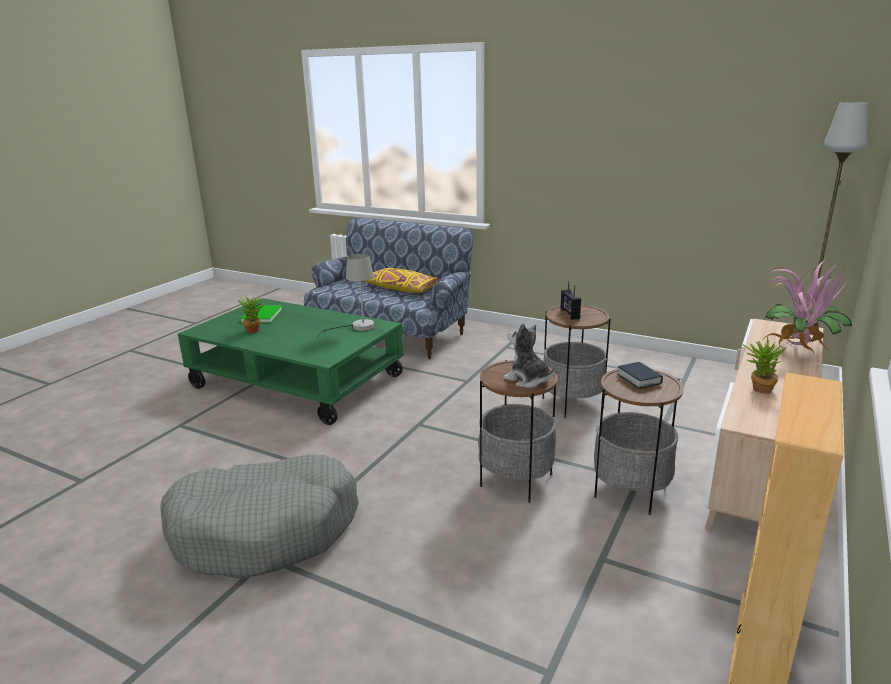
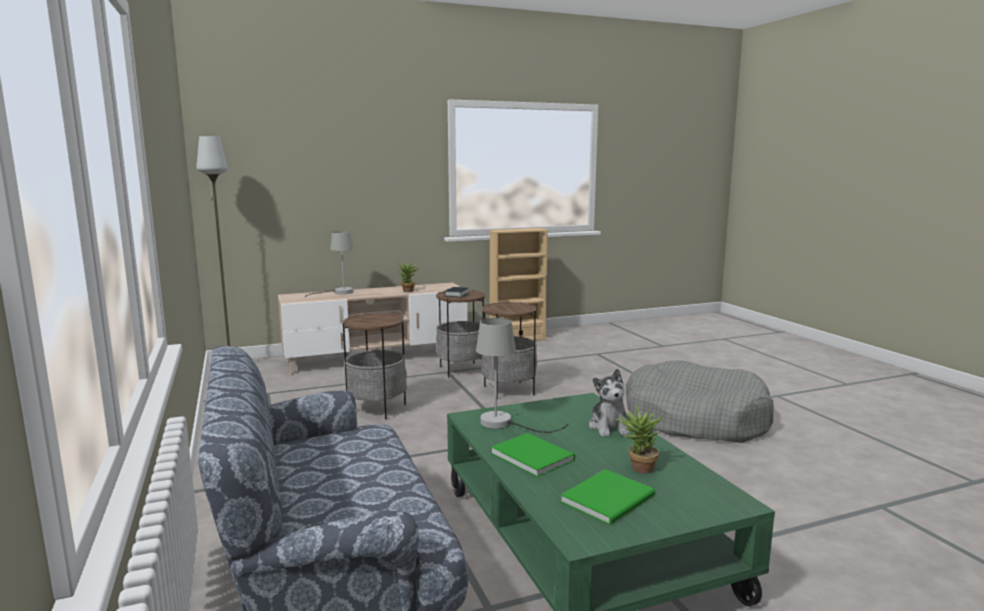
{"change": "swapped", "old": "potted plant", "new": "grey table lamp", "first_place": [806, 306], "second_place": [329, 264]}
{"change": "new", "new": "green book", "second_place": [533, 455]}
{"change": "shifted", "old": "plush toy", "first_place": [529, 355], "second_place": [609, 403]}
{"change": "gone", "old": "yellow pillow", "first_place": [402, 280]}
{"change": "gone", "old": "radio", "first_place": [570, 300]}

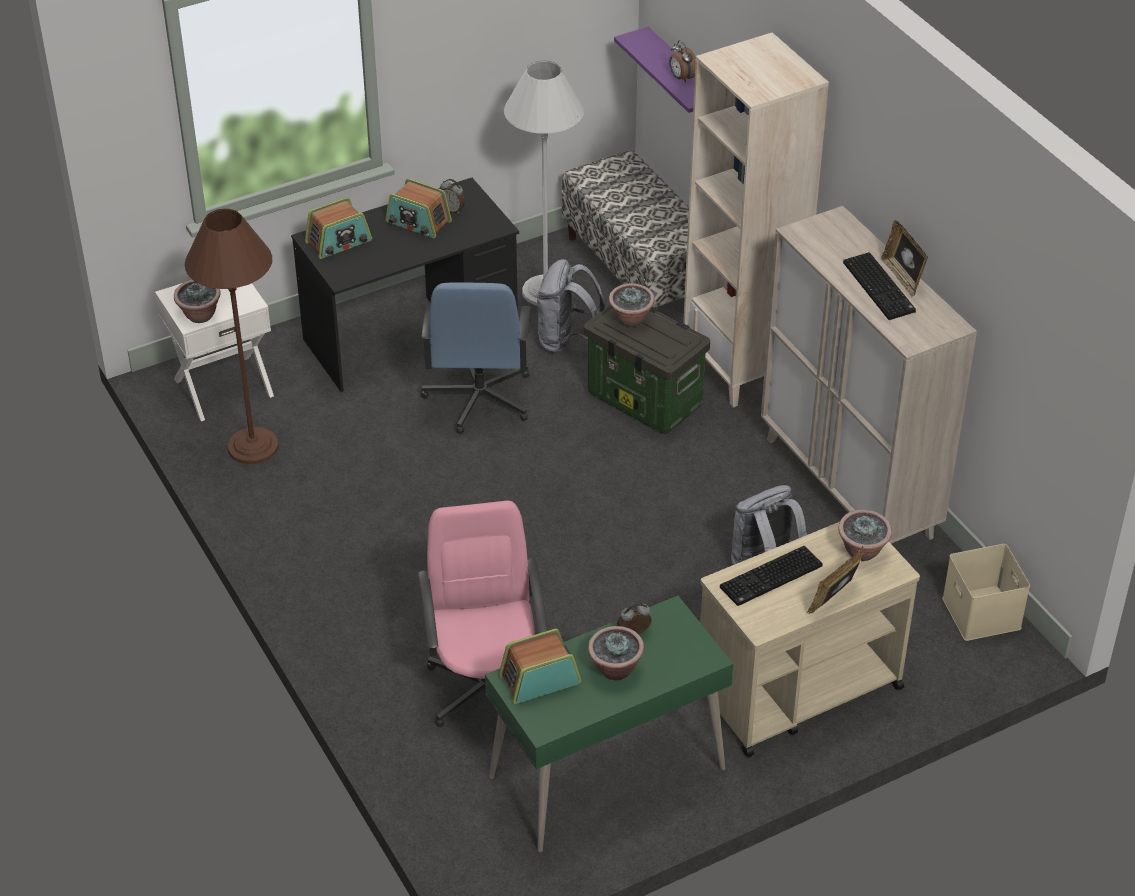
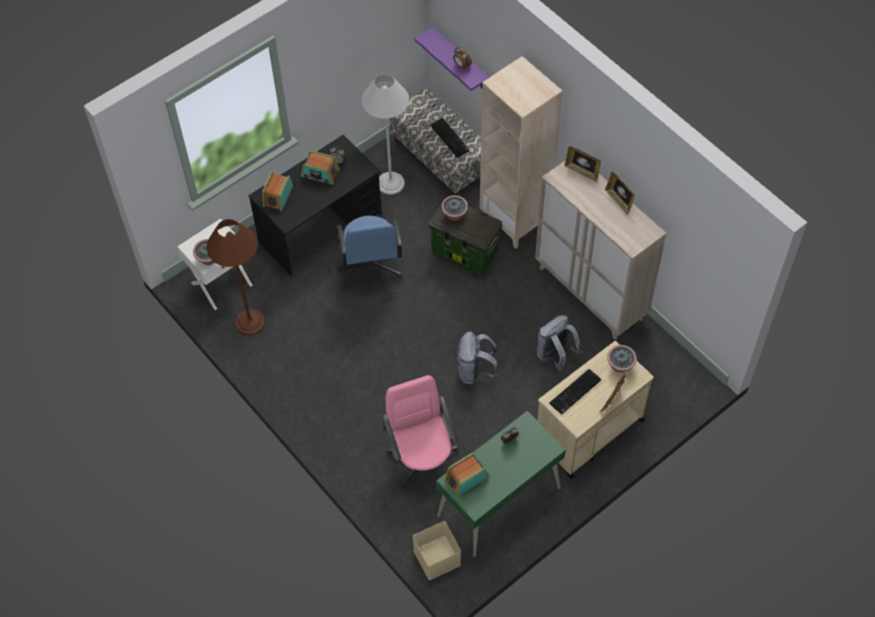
{"change": "rotated", "old": "radio", "first_place": [338, 228], "second_place": [277, 191], "degrees": 150}
{"change": "shifted", "old": "beige storage box", "first_place": [986, 592], "second_place": [437, 550]}
{"change": "shifted", "old": "keyboard", "first_place": [879, 286], "second_place": [450, 138]}
{"change": "shifted", "old": "grey backpack", "first_place": [570, 306], "second_place": [477, 358]}
{"change": "new", "new": "picture frame", "second_place": [583, 164]}
{"change": "gone", "old": "potted plant", "first_place": [616, 653]}

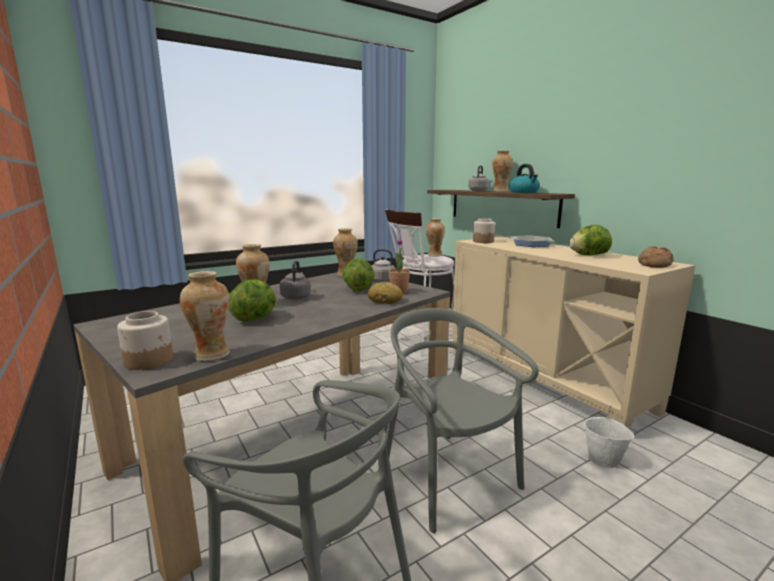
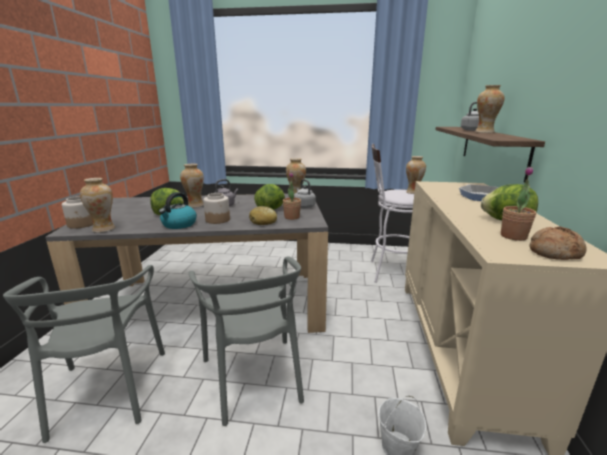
{"change": "shifted", "old": "kettle", "first_place": [524, 178], "second_place": [178, 210]}
{"change": "rotated", "old": "grey chair", "first_place": [463, 420], "second_place": [246, 341], "degrees": 150}
{"change": "shifted", "old": "jar", "first_place": [484, 230], "second_place": [216, 208]}
{"change": "new", "new": "potted plant", "second_place": [518, 203]}

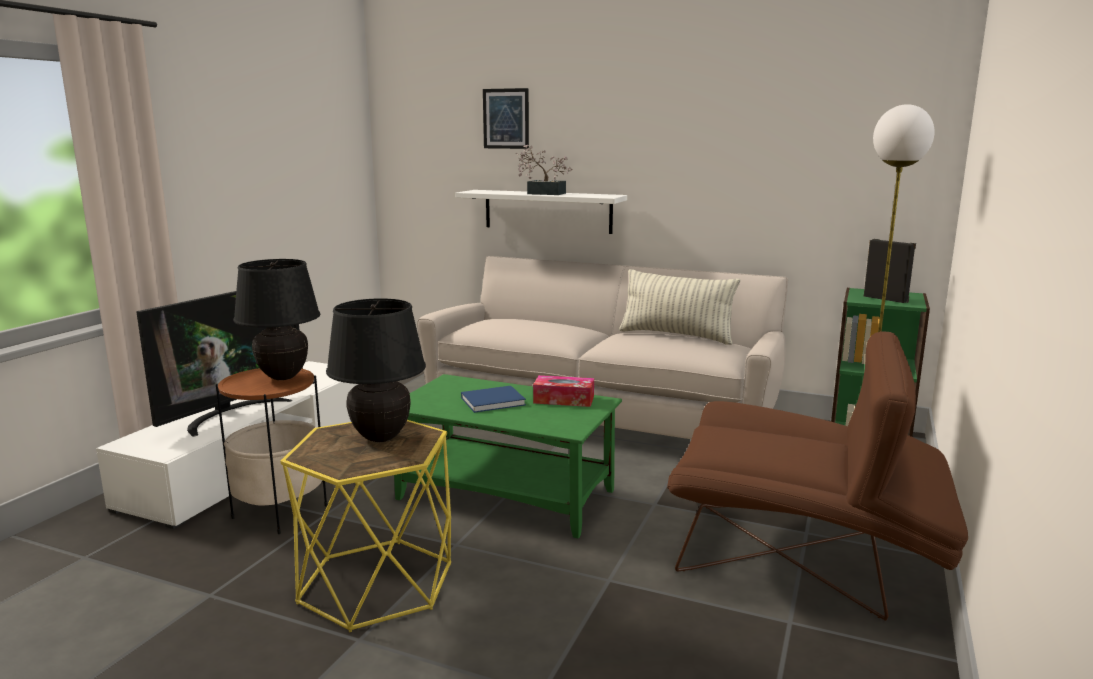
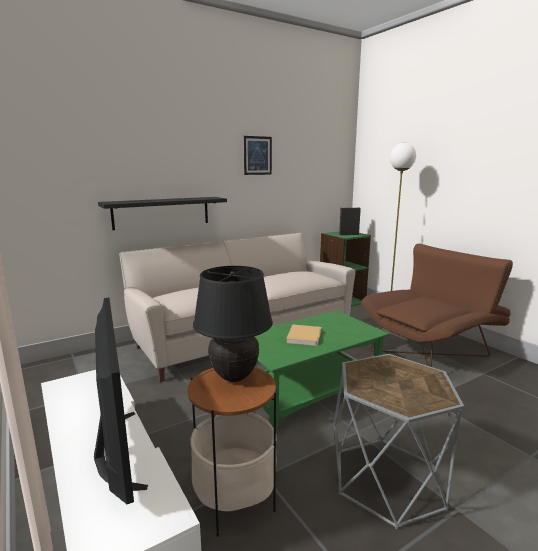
{"change": "repainted", "old": "white shelf", "new": "black shelf", "first_place": [541, 212], "second_place": [162, 213]}
{"change": "shifted", "old": "picture", "first_place": [506, 118], "second_place": [258, 155]}
{"change": "repainted", "old": "blue book", "new": "beige book", "first_place": [493, 399], "second_place": [303, 335]}
{"change": "repainted", "old": "yellow side table", "new": "grey side table", "first_place": [365, 526], "second_place": [399, 441]}
{"change": "gone", "old": "black table lamp", "first_place": [376, 370]}
{"change": "gone", "old": "potted plant", "first_place": [544, 170]}
{"change": "gone", "old": "tissue box", "first_place": [563, 391]}
{"change": "gone", "old": "pillow", "first_place": [679, 307]}

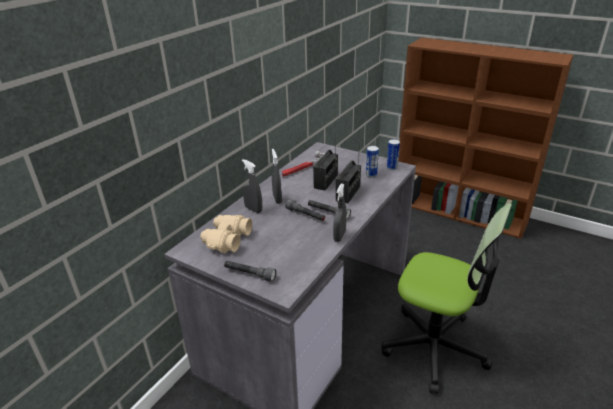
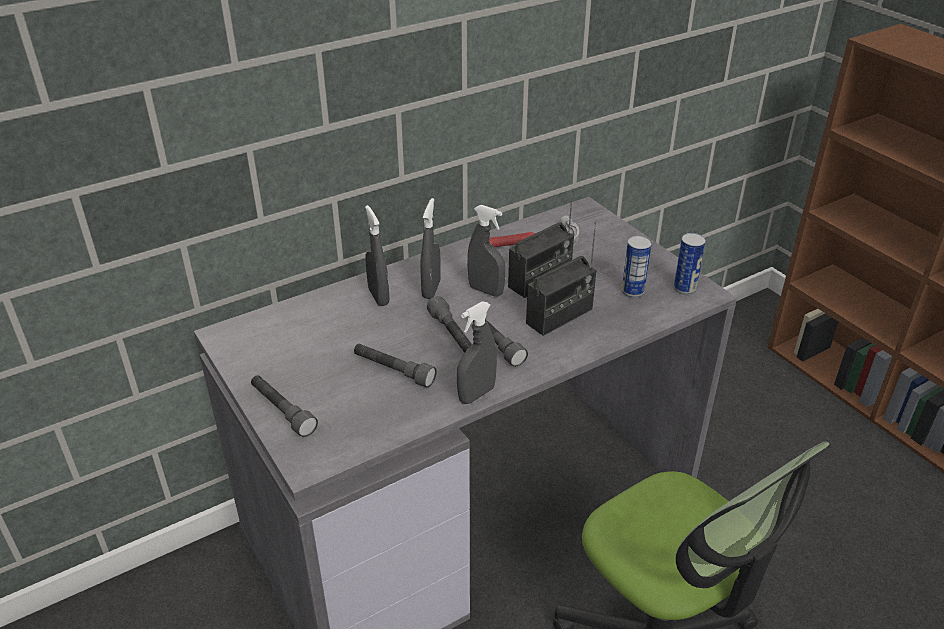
{"change": "new", "new": "grey flashlight", "second_place": [395, 366]}
{"change": "new", "new": "grey spray bottle", "second_place": [486, 250]}
{"change": "gone", "old": "beige binoculars", "first_place": [226, 234]}

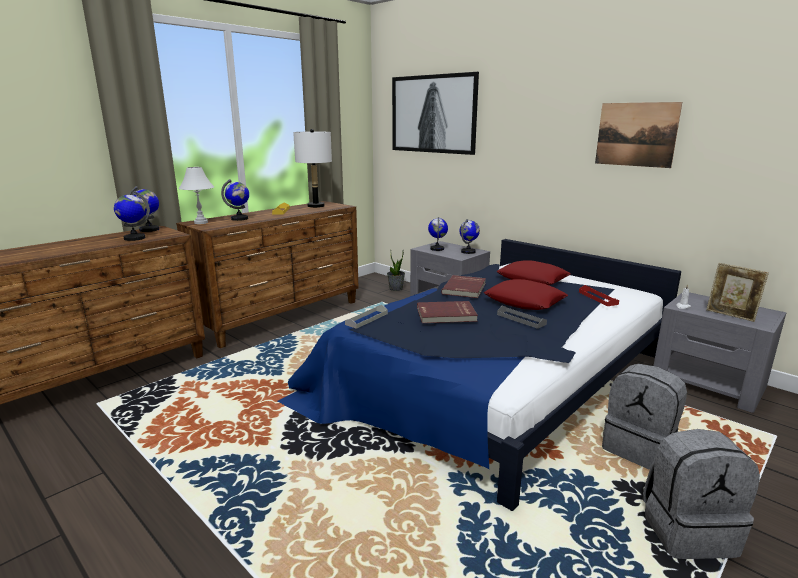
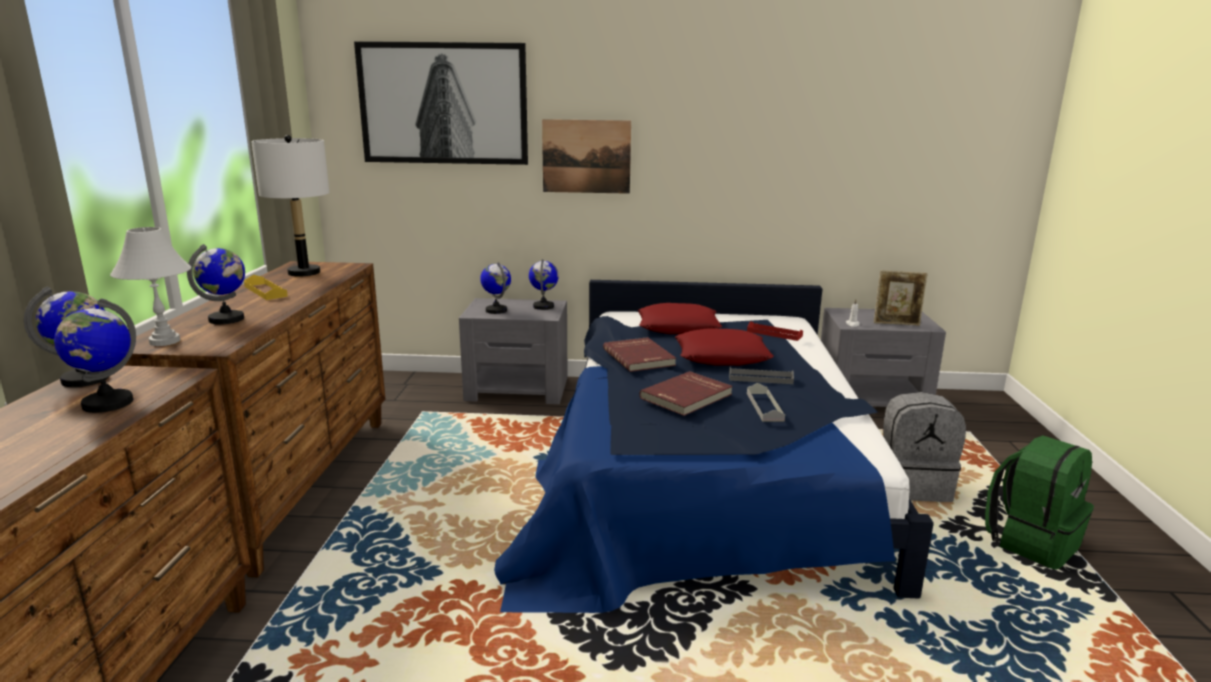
{"change": "shifted", "old": "picture", "first_place": [638, 135], "second_place": [586, 156]}
{"change": "shifted", "old": "grey tray", "first_place": [366, 317], "second_place": [766, 402]}
{"change": "repainted", "old": "grey backpack", "new": "green backpack", "first_place": [701, 494], "second_place": [1039, 502]}
{"change": "gone", "old": "potted plant", "first_place": [396, 271]}

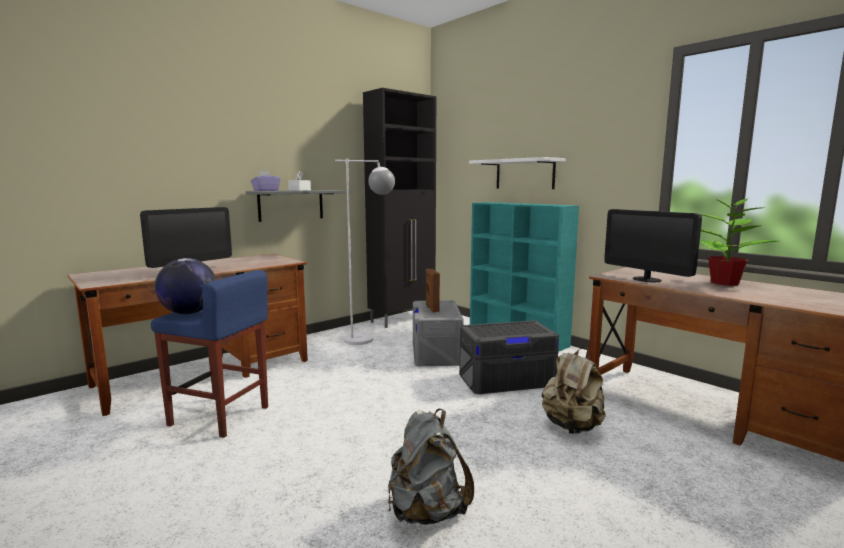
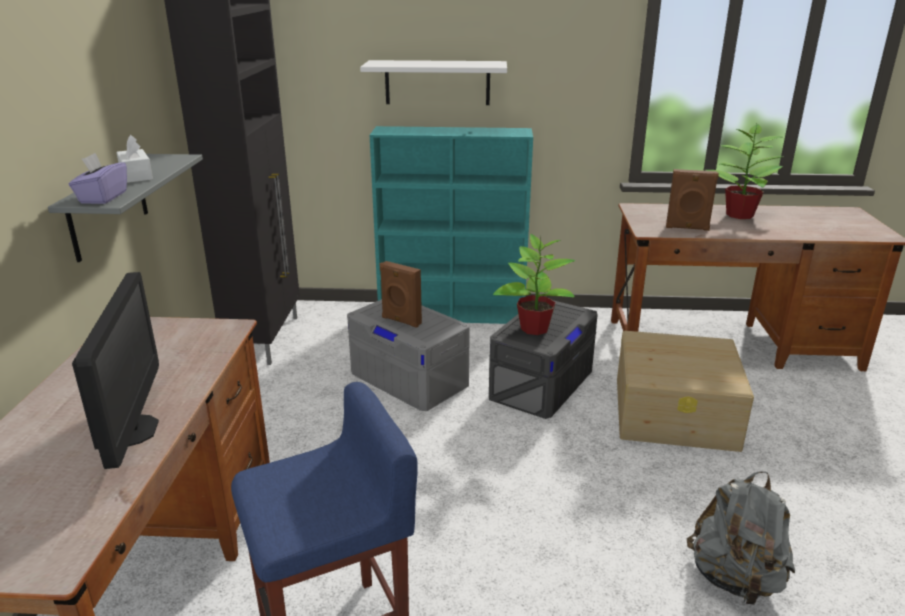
{"change": "new", "new": "potted plant", "second_place": [534, 284]}
{"change": "swapped", "old": "beige backpack", "new": "beige storage box", "first_place": [574, 390], "second_place": [685, 391]}
{"change": "swapped", "old": "monitor", "new": "brown speaker", "first_place": [653, 246], "second_place": [692, 200]}
{"change": "gone", "old": "globe", "first_place": [185, 286]}
{"change": "gone", "old": "white floor lamp", "first_place": [365, 252]}

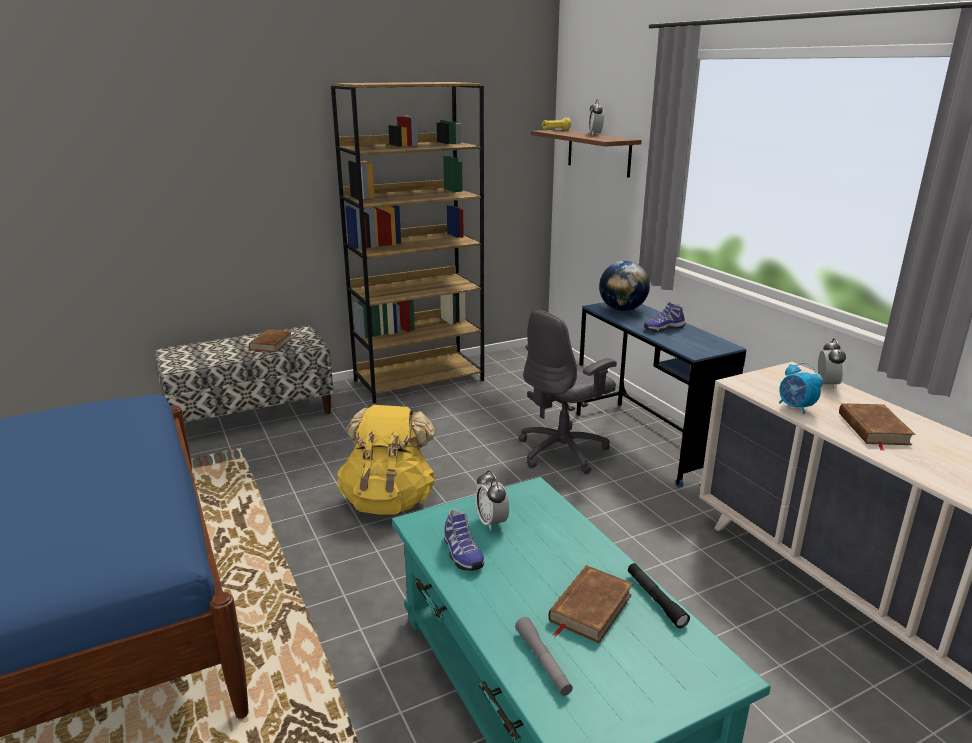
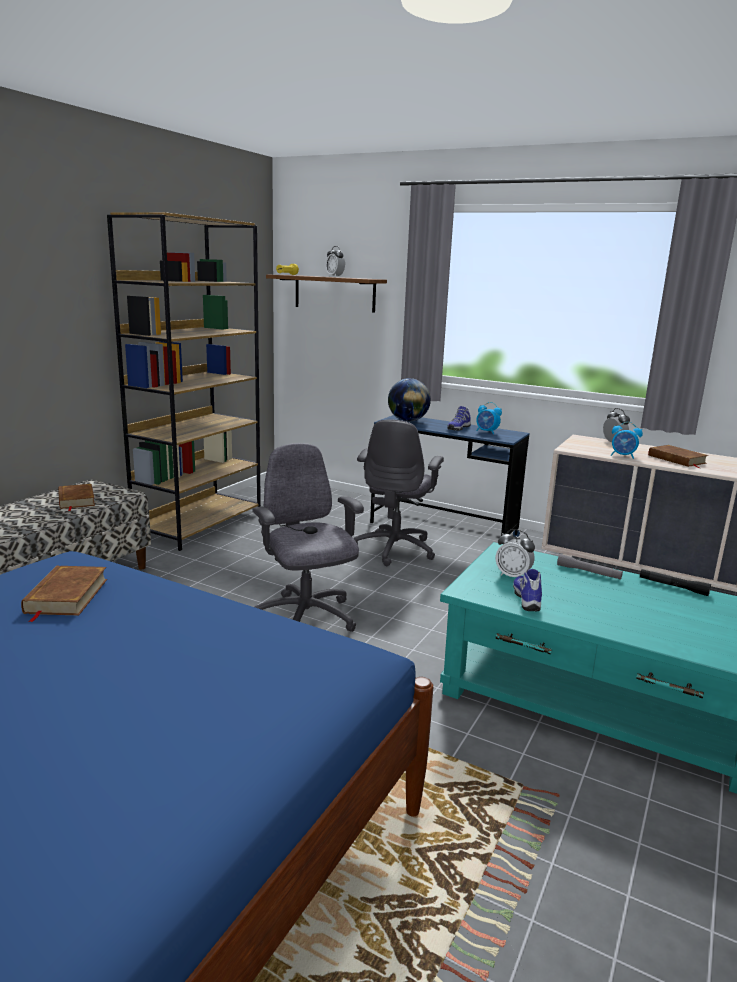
{"change": "shifted", "old": "brown book", "first_place": [591, 604], "second_place": [64, 594]}
{"change": "swapped", "old": "yellow backpack", "new": "grey office chair", "first_place": [386, 460], "second_place": [308, 537]}
{"change": "new", "new": "alarm clock", "second_place": [489, 418]}
{"change": "rotated", "old": "shoe", "first_place": [464, 540], "second_place": [527, 590], "degrees": -120}
{"change": "shifted", "old": "grey flashlight", "first_place": [544, 656], "second_place": [590, 567]}

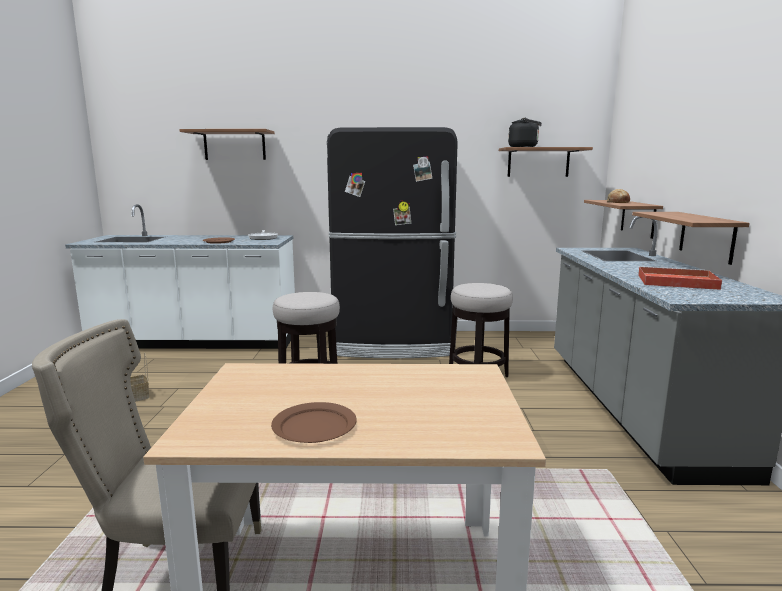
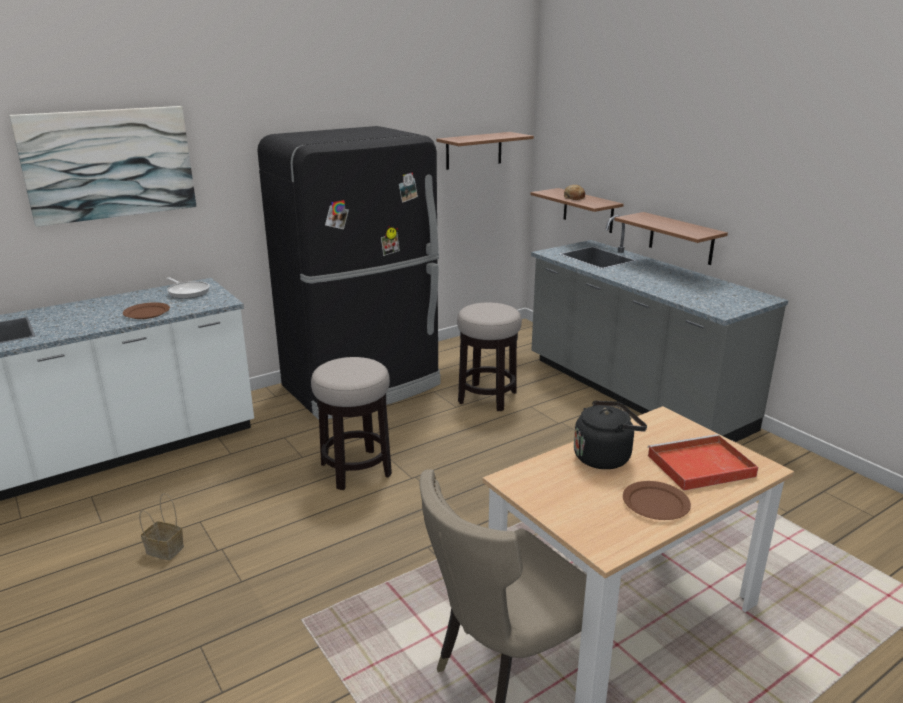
{"change": "swapped", "old": "shelf", "new": "picture", "first_place": [227, 144], "second_place": [102, 166]}
{"change": "shifted", "old": "black kettle", "first_place": [525, 132], "second_place": [610, 434]}
{"change": "shifted", "old": "red tray", "first_place": [680, 278], "second_place": [703, 462]}

